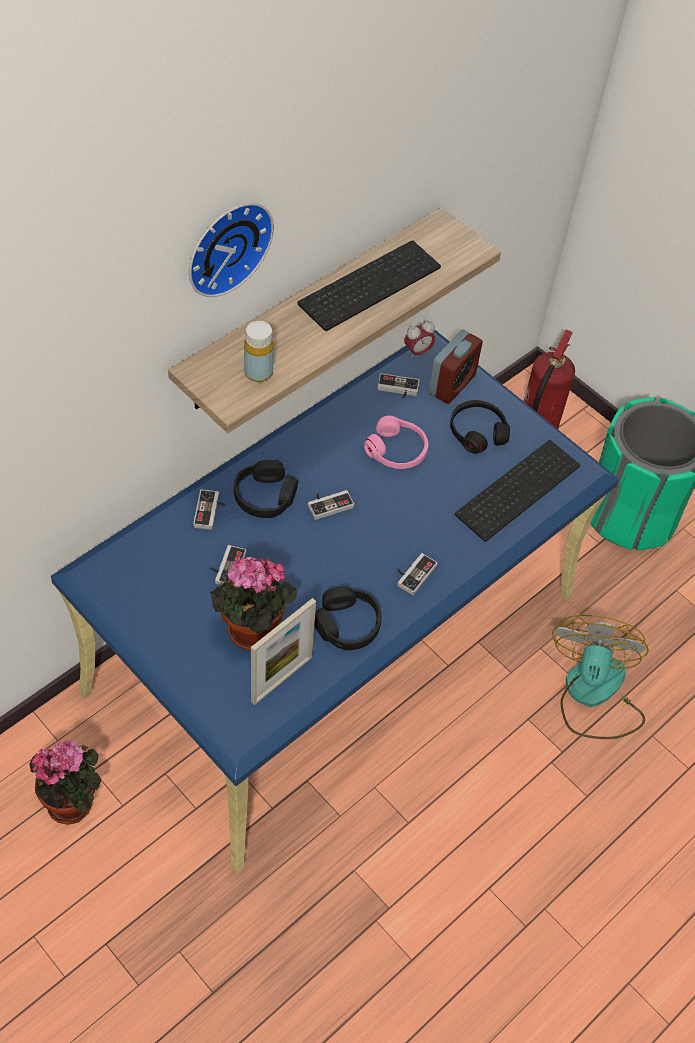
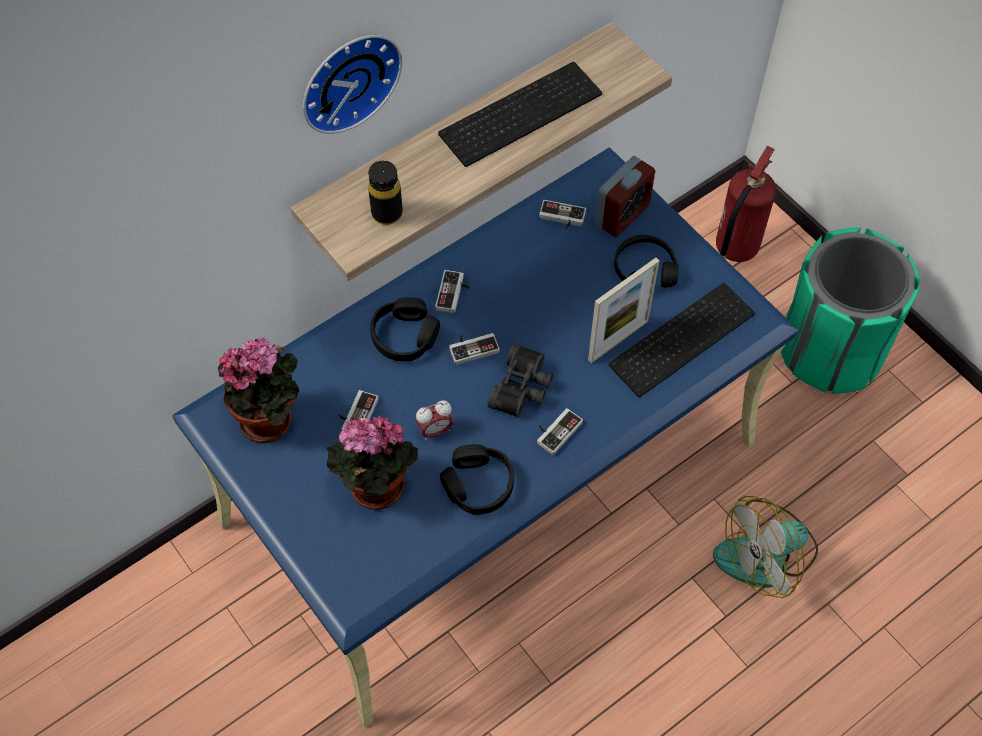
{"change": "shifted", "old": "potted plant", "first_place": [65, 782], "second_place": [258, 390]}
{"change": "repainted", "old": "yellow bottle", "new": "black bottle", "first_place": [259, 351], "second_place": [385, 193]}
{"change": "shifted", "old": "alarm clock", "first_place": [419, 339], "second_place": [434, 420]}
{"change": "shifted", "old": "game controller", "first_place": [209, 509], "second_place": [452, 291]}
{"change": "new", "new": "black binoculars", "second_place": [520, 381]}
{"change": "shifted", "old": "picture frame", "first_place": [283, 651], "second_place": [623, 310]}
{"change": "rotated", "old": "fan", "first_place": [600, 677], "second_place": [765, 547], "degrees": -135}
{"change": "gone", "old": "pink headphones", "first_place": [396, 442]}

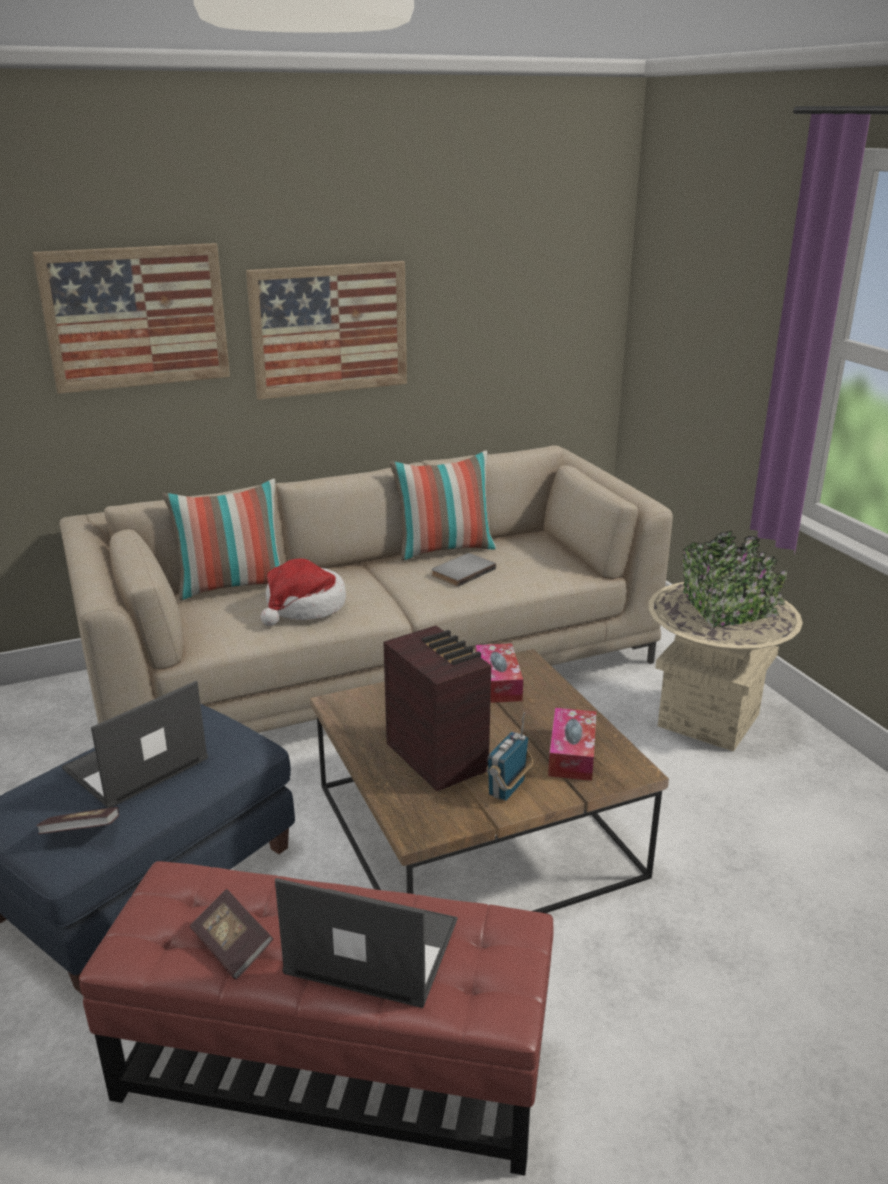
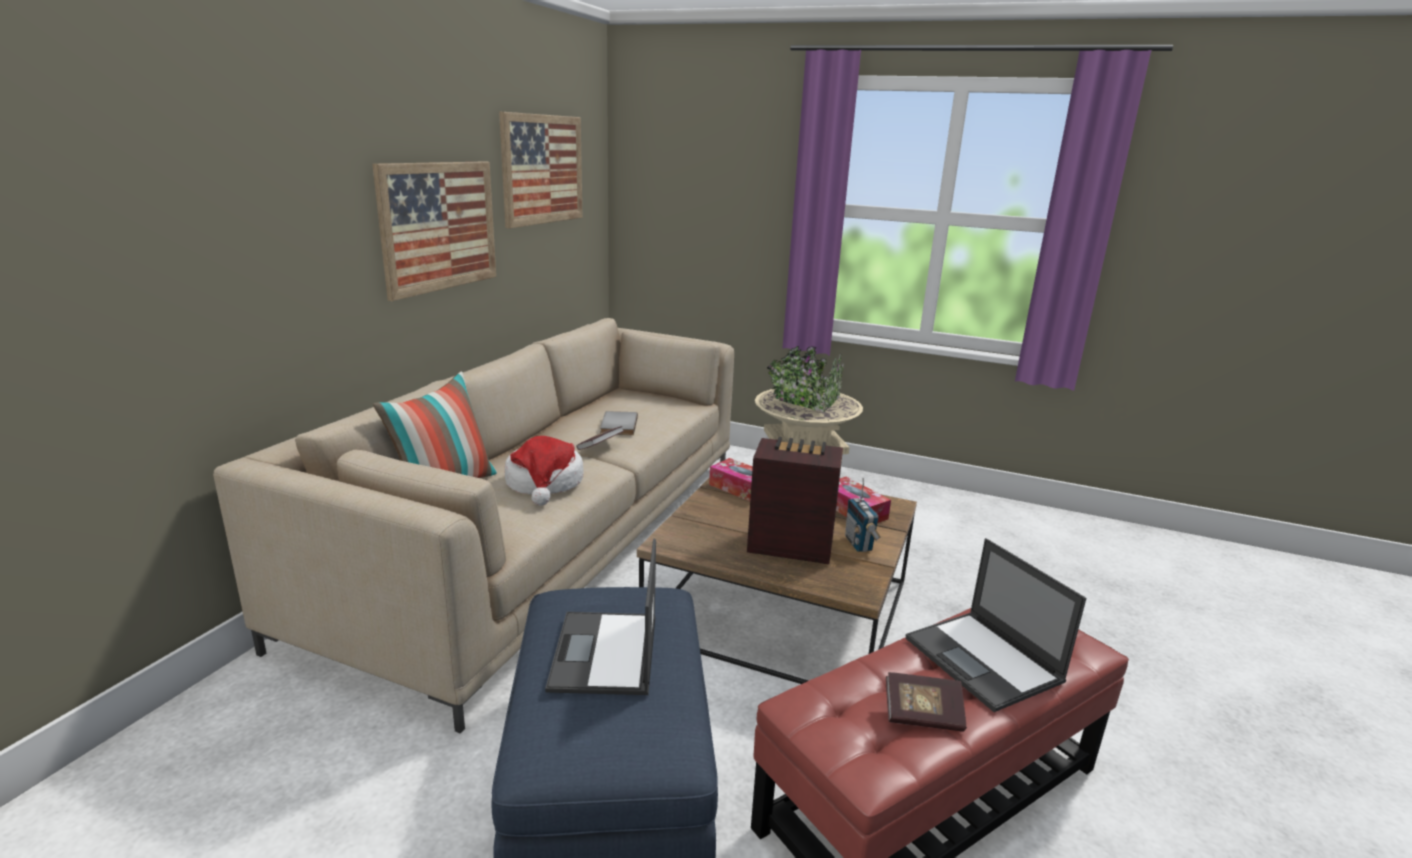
{"change": "shifted", "old": "picture", "first_place": [131, 318], "second_place": [540, 170]}
{"change": "shifted", "old": "book", "first_place": [77, 820], "second_place": [600, 438]}
{"change": "rotated", "old": "laptop", "first_place": [366, 943], "second_place": [996, 625], "degrees": -90}
{"change": "gone", "old": "pillow", "first_place": [443, 505]}

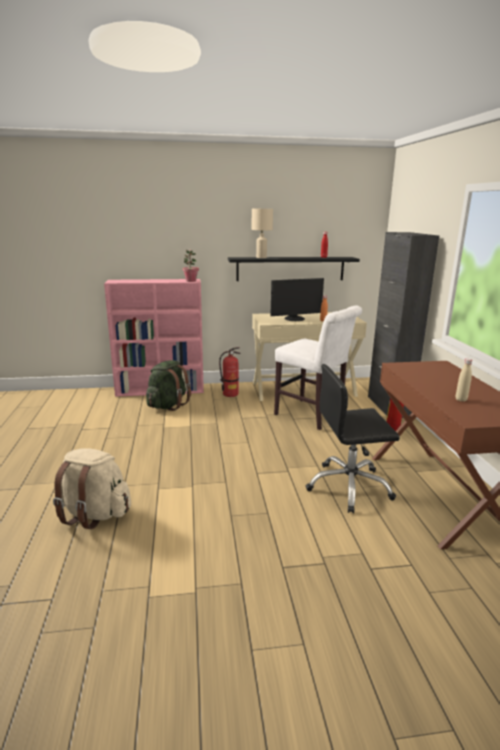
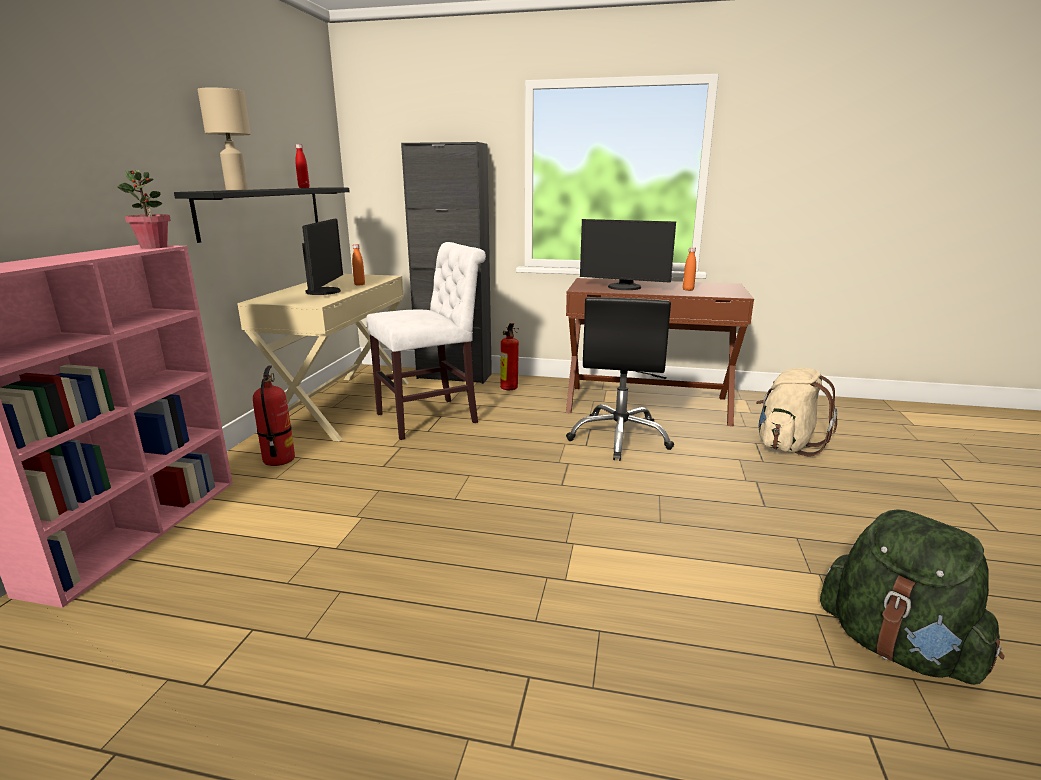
{"change": "new", "new": "monitor", "second_place": [628, 254]}
{"change": "repainted", "old": "beige bottle", "new": "orange bottle", "first_place": [464, 380], "second_place": [689, 269]}
{"change": "shifted", "old": "beige backpack", "first_place": [92, 489], "second_place": [796, 411]}
{"change": "shifted", "old": "green backpack", "first_place": [168, 385], "second_place": [912, 597]}

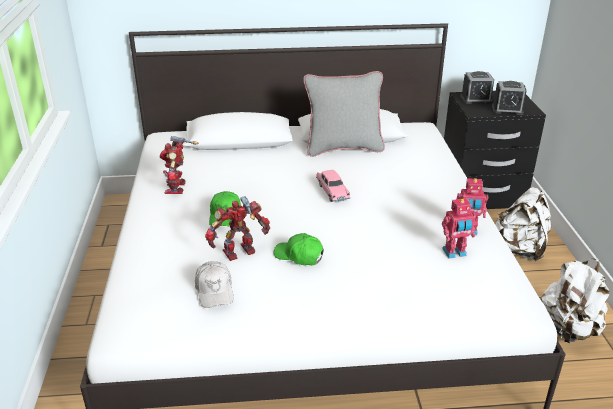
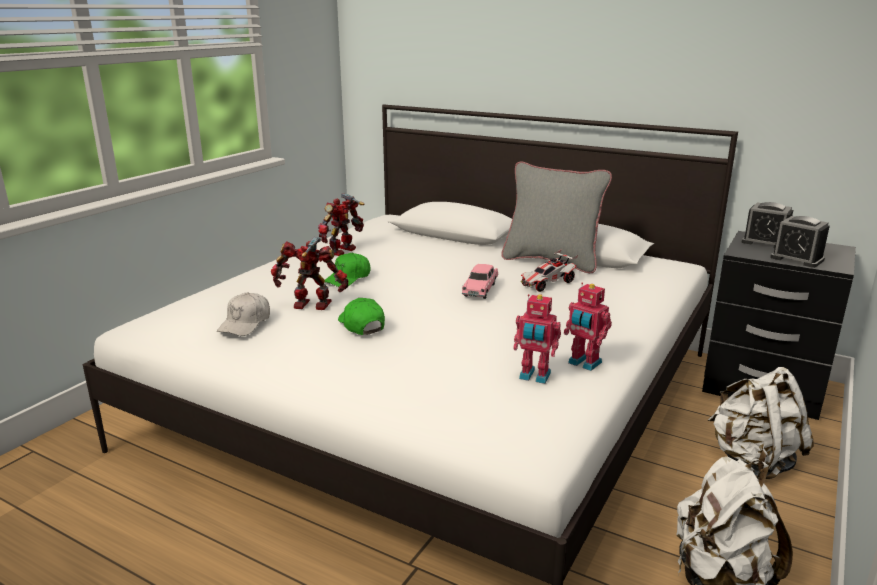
{"change": "new", "new": "toy car", "second_place": [549, 270]}

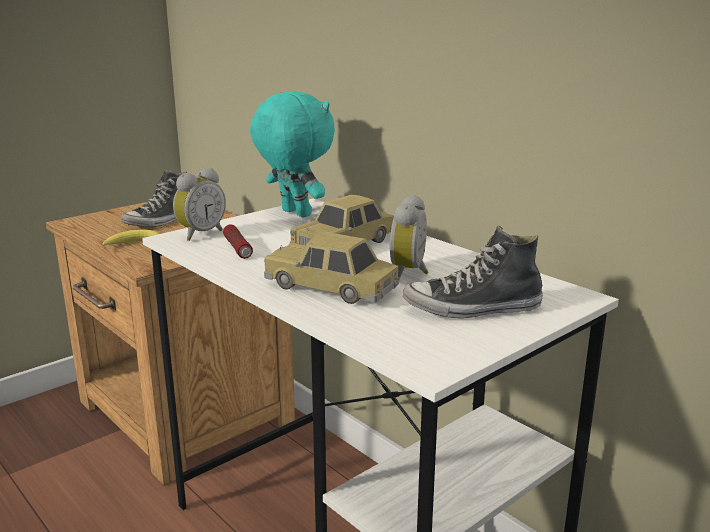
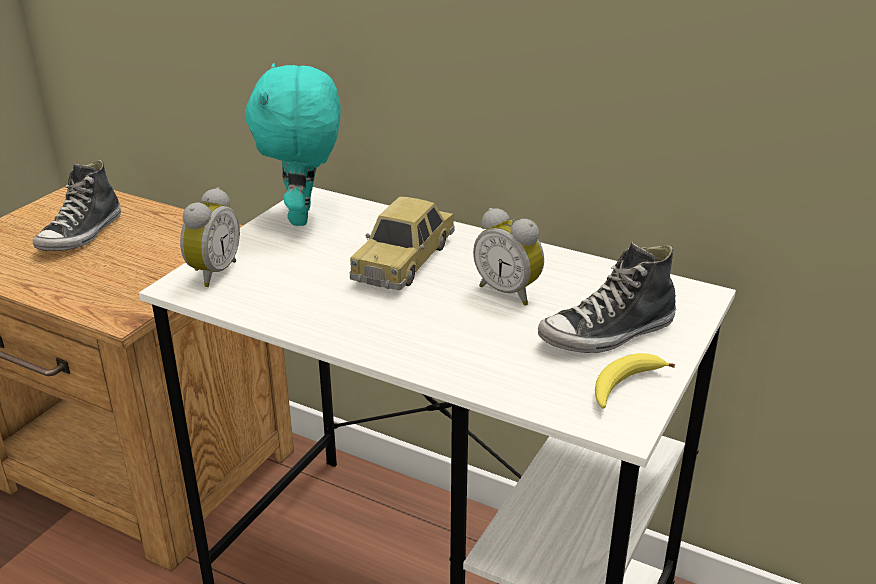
{"change": "rotated", "old": "turquoise plush toy", "first_place": [292, 154], "second_place": [293, 144], "degrees": -120}
{"change": "rotated", "old": "alarm clock", "first_place": [409, 236], "second_place": [508, 257], "degrees": -45}
{"change": "shifted", "old": "banana", "first_place": [130, 237], "second_place": [635, 380]}
{"change": "gone", "old": "flashlight", "first_place": [238, 242]}
{"change": "gone", "old": "toy car", "first_place": [332, 268]}

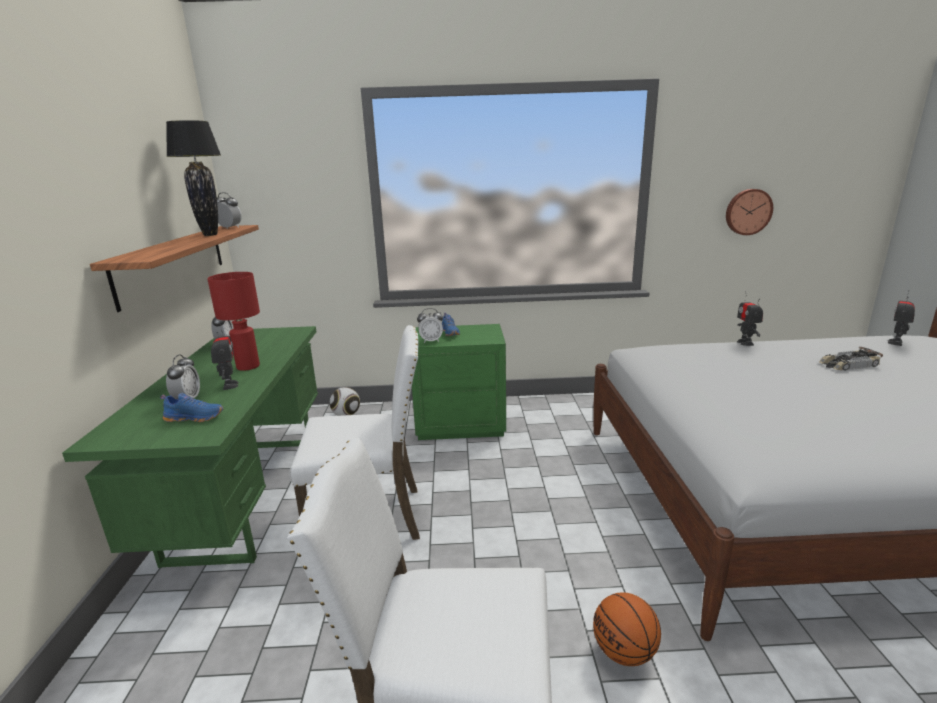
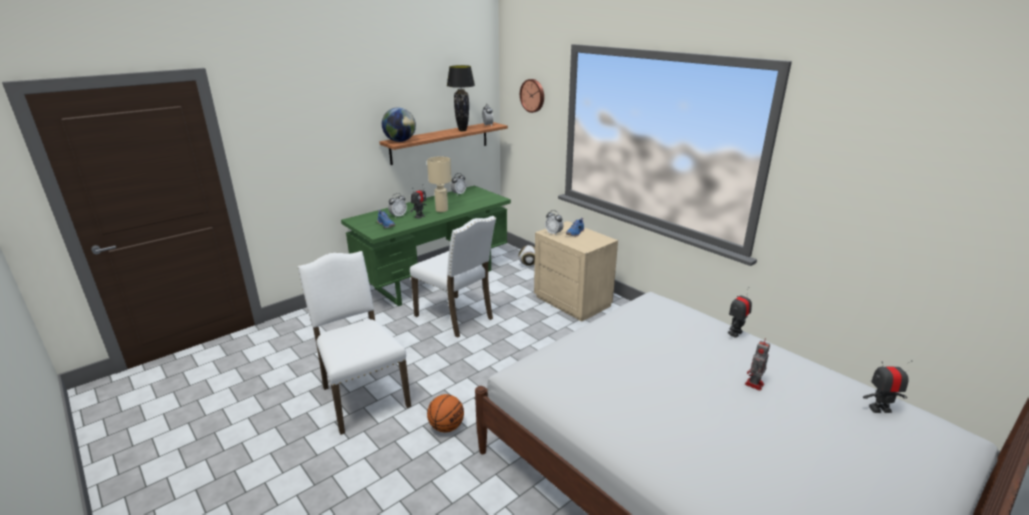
{"change": "new", "new": "globe", "second_place": [399, 125]}
{"change": "repainted", "old": "red table lamp", "new": "beige table lamp", "first_place": [233, 321], "second_place": [439, 184]}
{"change": "shifted", "old": "wall clock", "first_place": [749, 212], "second_place": [532, 96]}
{"change": "repainted", "old": "green nightstand", "new": "beige nightstand", "first_place": [459, 382], "second_place": [576, 271]}
{"change": "swapped", "old": "toy car", "new": "toy robot", "first_place": [851, 359], "second_place": [757, 364]}

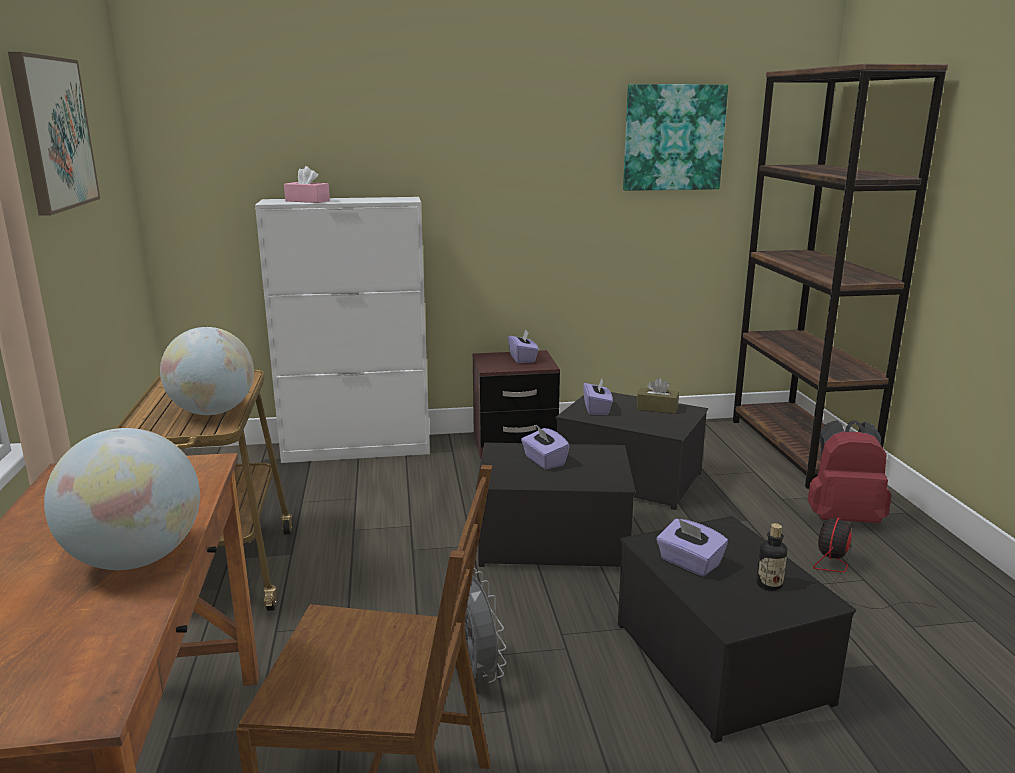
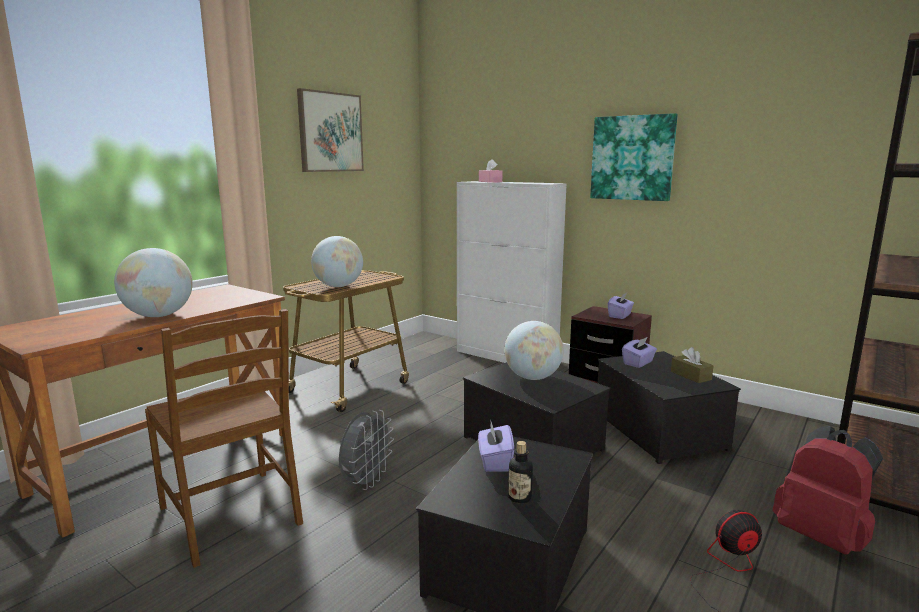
{"change": "swapped", "old": "purple tissue box", "new": "globe", "first_place": [545, 447], "second_place": [534, 350]}
{"change": "shifted", "old": "picture", "first_place": [675, 137], "second_place": [634, 157]}

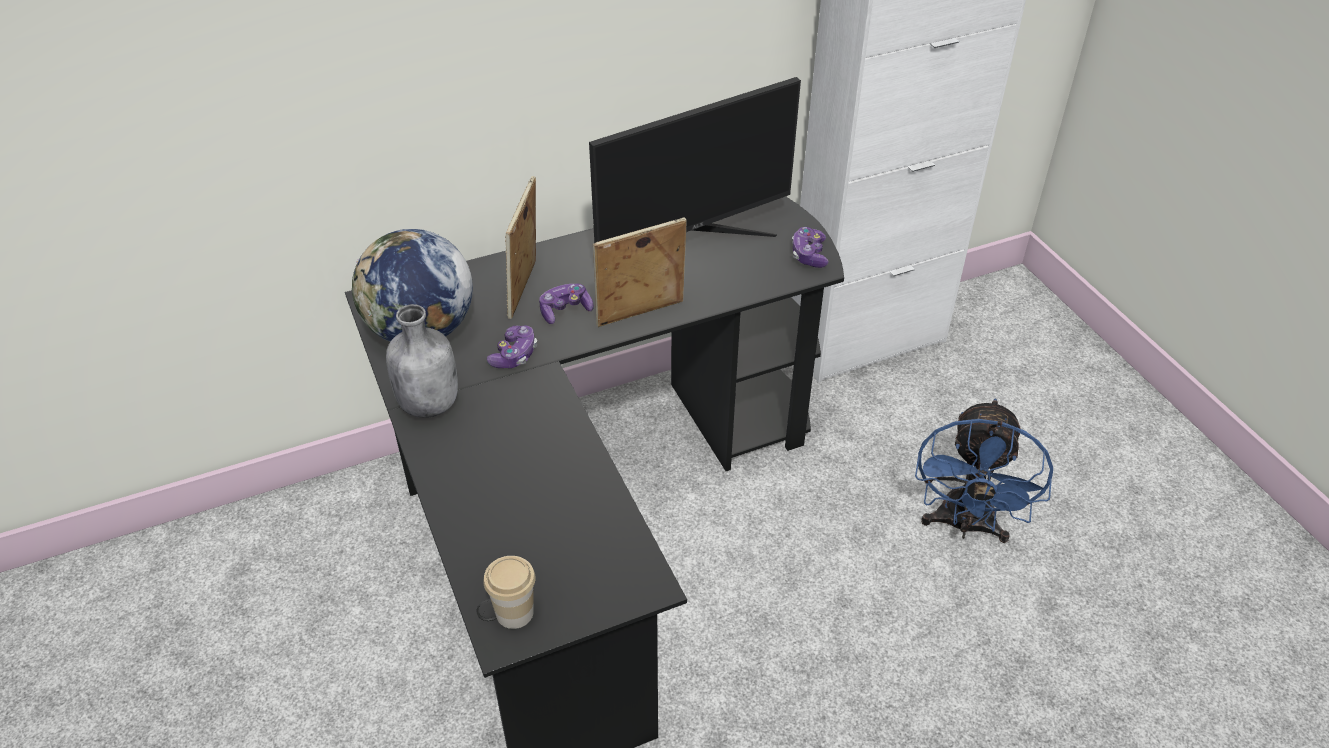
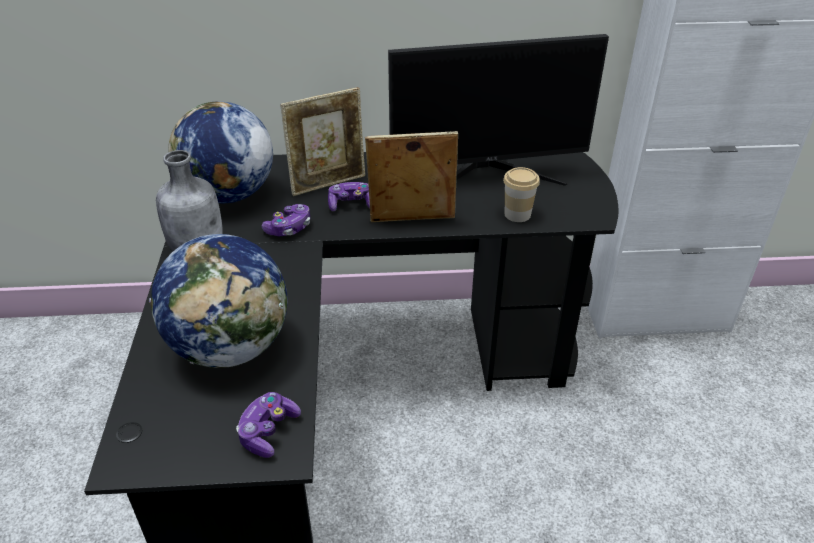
{"change": "new", "new": "globe", "second_place": [218, 301]}
{"change": "shifted", "old": "game controller", "first_place": [810, 247], "second_place": [268, 425]}
{"change": "rotated", "old": "picture frame", "first_place": [520, 247], "second_place": [322, 141], "degrees": -150}
{"change": "shifted", "old": "cup", "first_place": [509, 592], "second_place": [521, 194]}
{"change": "gone", "old": "blue fan", "first_place": [984, 470]}

